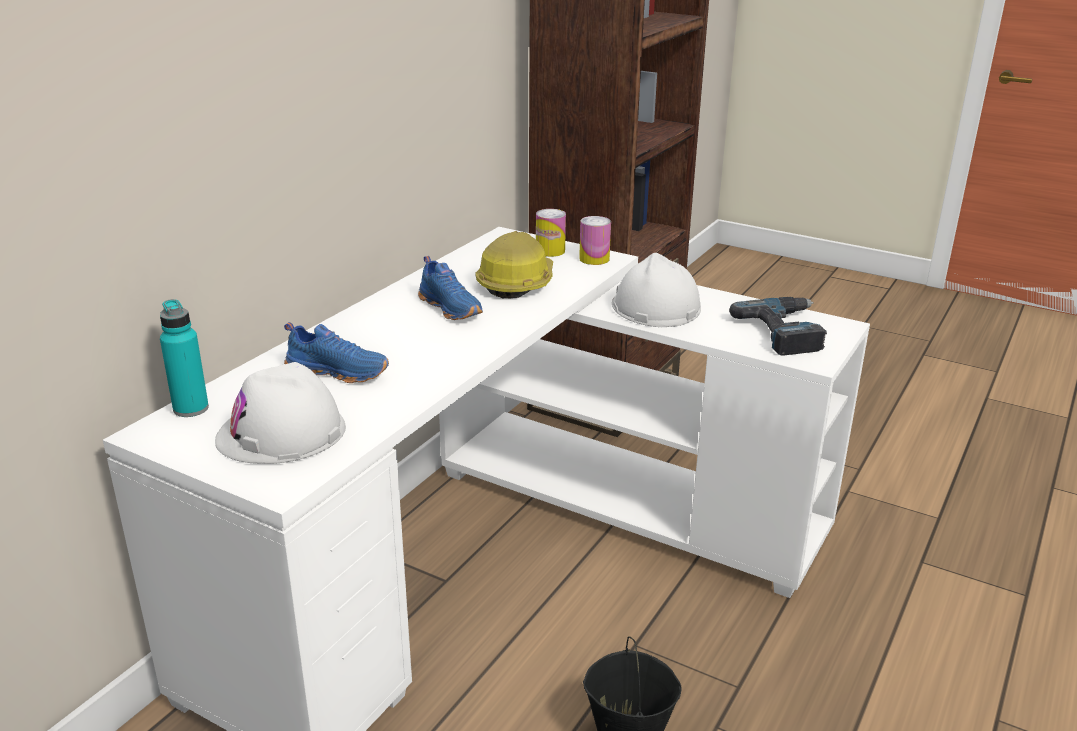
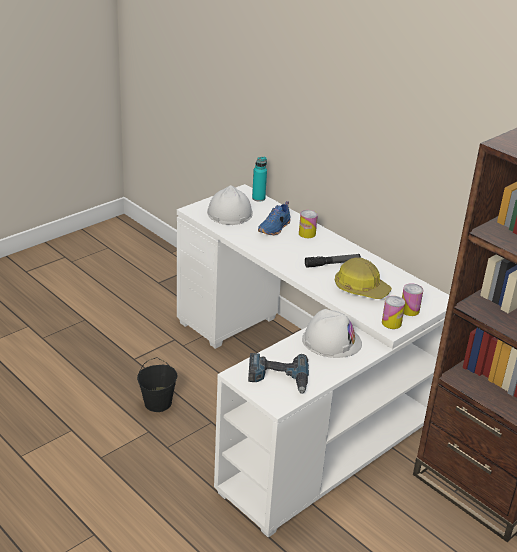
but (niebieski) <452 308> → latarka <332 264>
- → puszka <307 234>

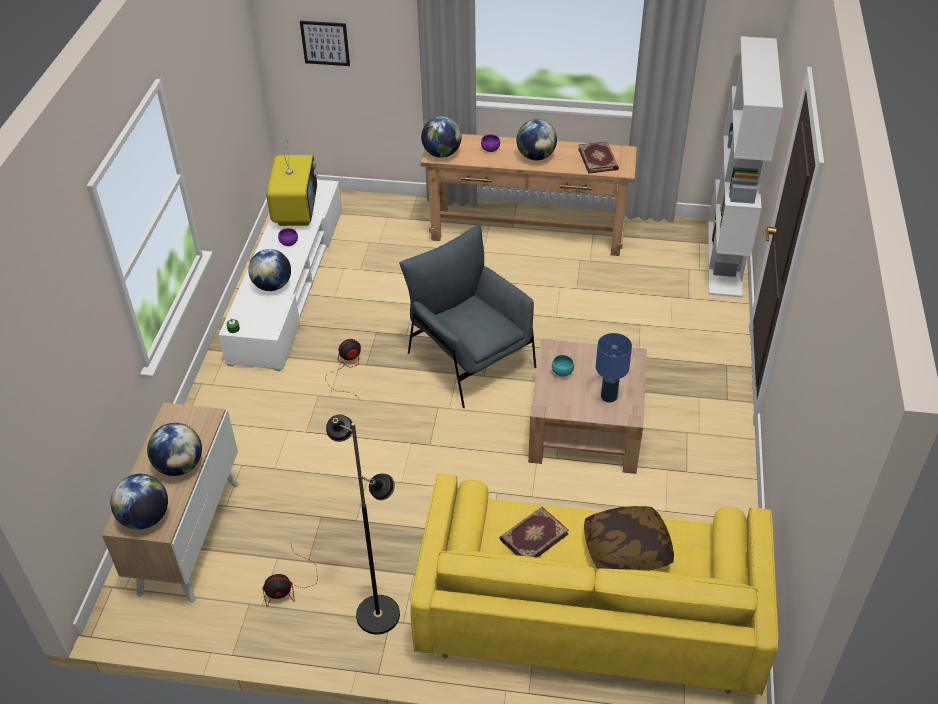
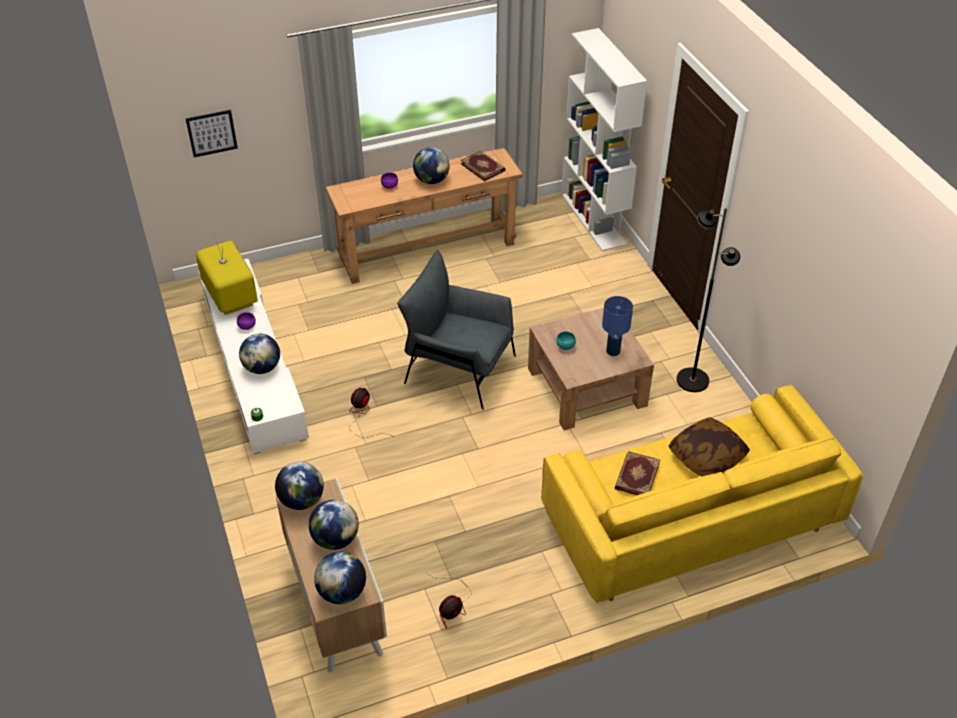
lampa stojąca (czarny) <378 614> → lampa stojąca (czarny) <692 380>, shifted
globus <442 153> → globus <302 500>, shifted

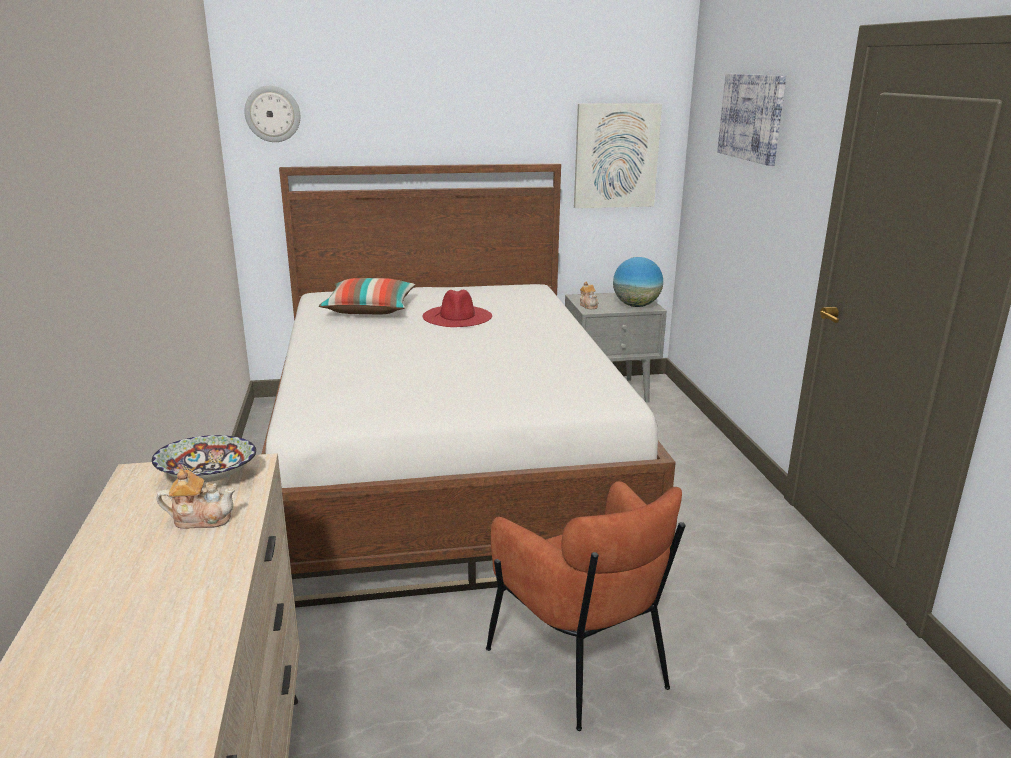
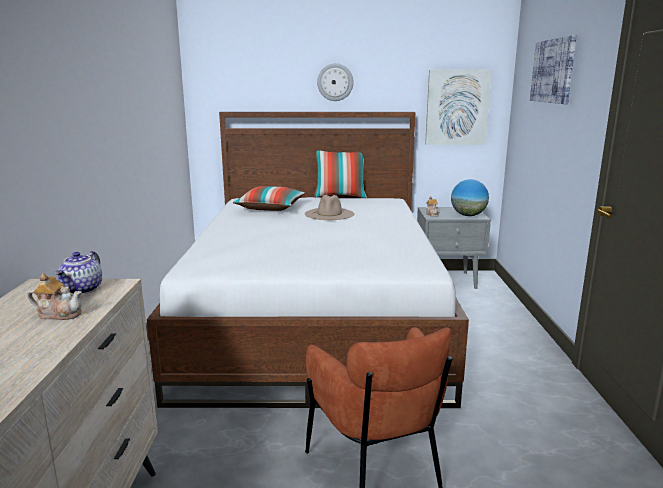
miska <208 478> → imbryk <83 290>
zegar ścienny <272 114> → zegar ścienny <335 82>, shifted
kapelusz (czerwony) <457 316> → kapelusz (beżowy) <329 214>
- → poduszka <340 196>

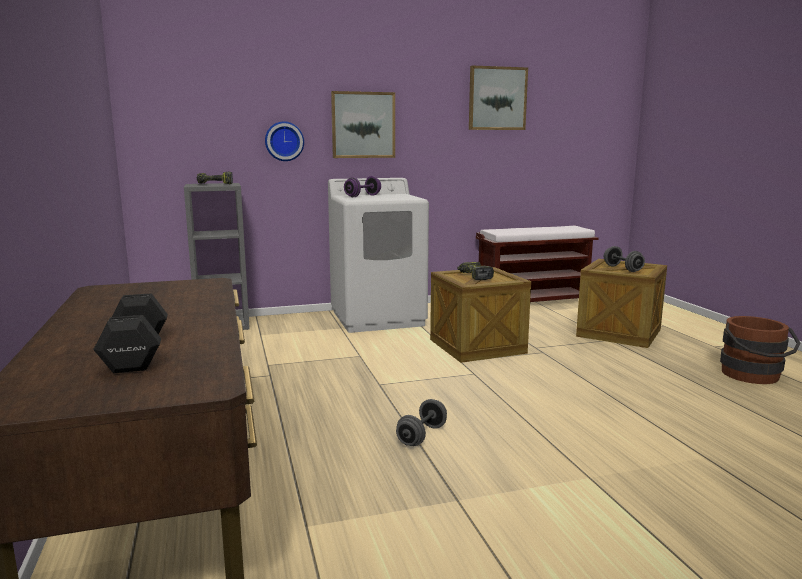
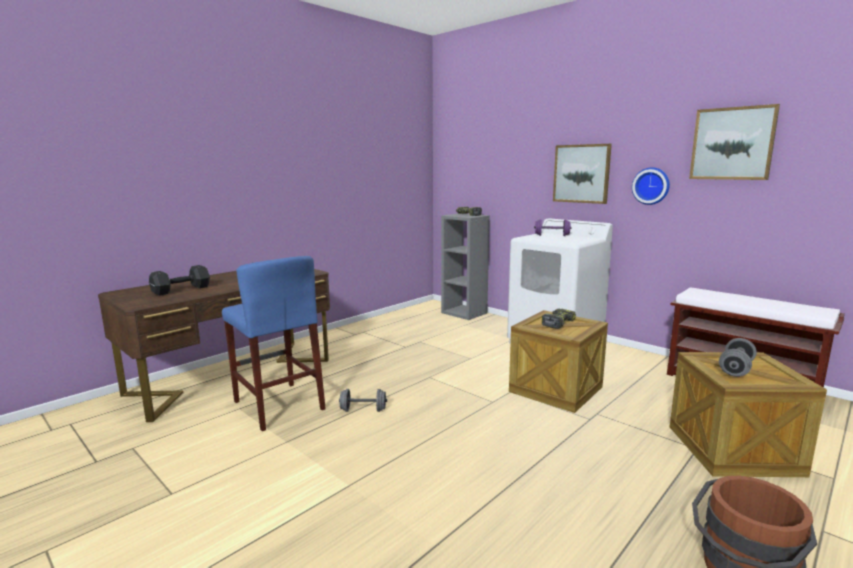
zegar ścienny <284 141> → zegar ścienny <651 186>, shifted
- → stołek (niebieski) <278 405>

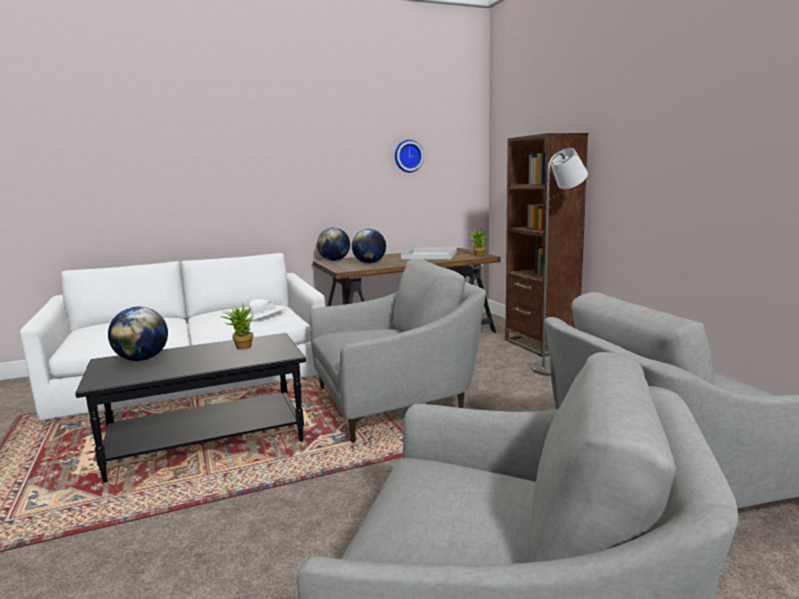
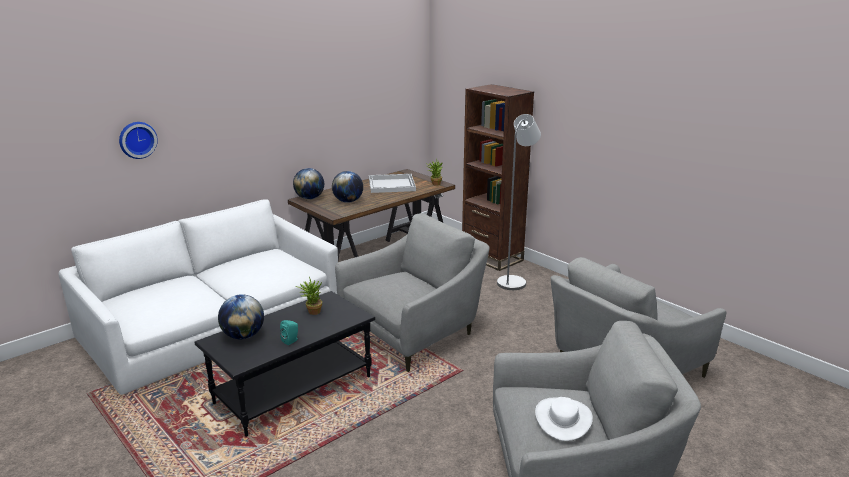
kapelusz (biały) <262 314> → kapelusz (biały) <563 419>, shifted
zegar ścienny <408 156> → zegar ścienny <137 139>, shifted
- → głośnik (turkusowy) <291 341>

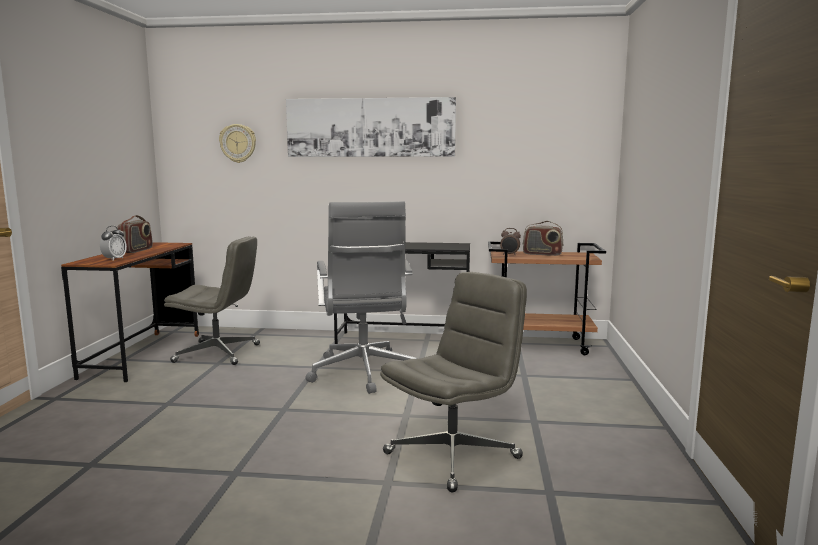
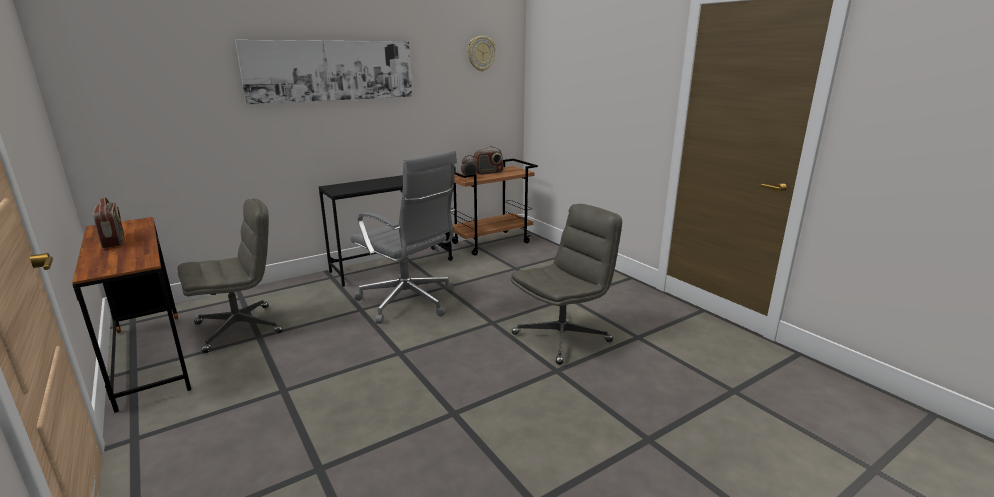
budzik <114 259> → -
zegar ścienny <238 143> → zegar ścienny <481 53>, shifted
krzesło biurowe (szary) <453 455> → krzesło biurowe (szary) <562 337>, 45 degrees clockwise

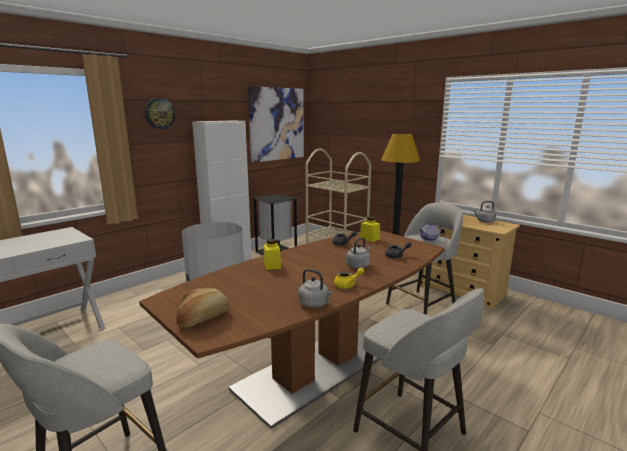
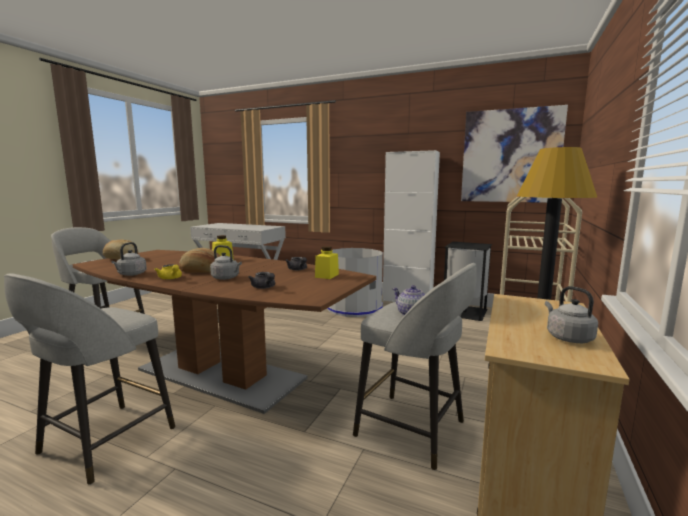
zegar ścienny <159 113> → -
- → chleb <202 271>

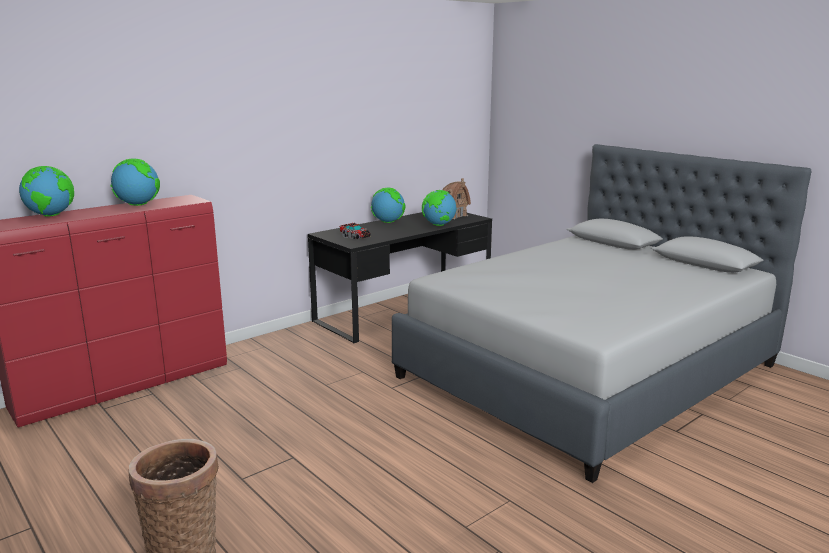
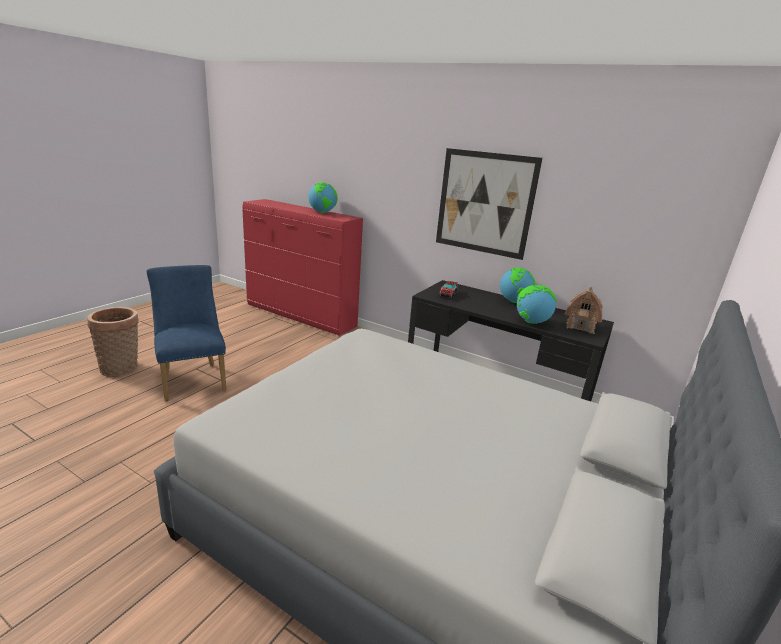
globus <51 215> → -
- → krzesło (niebieski) <193 378>
- → obraz <484 203>

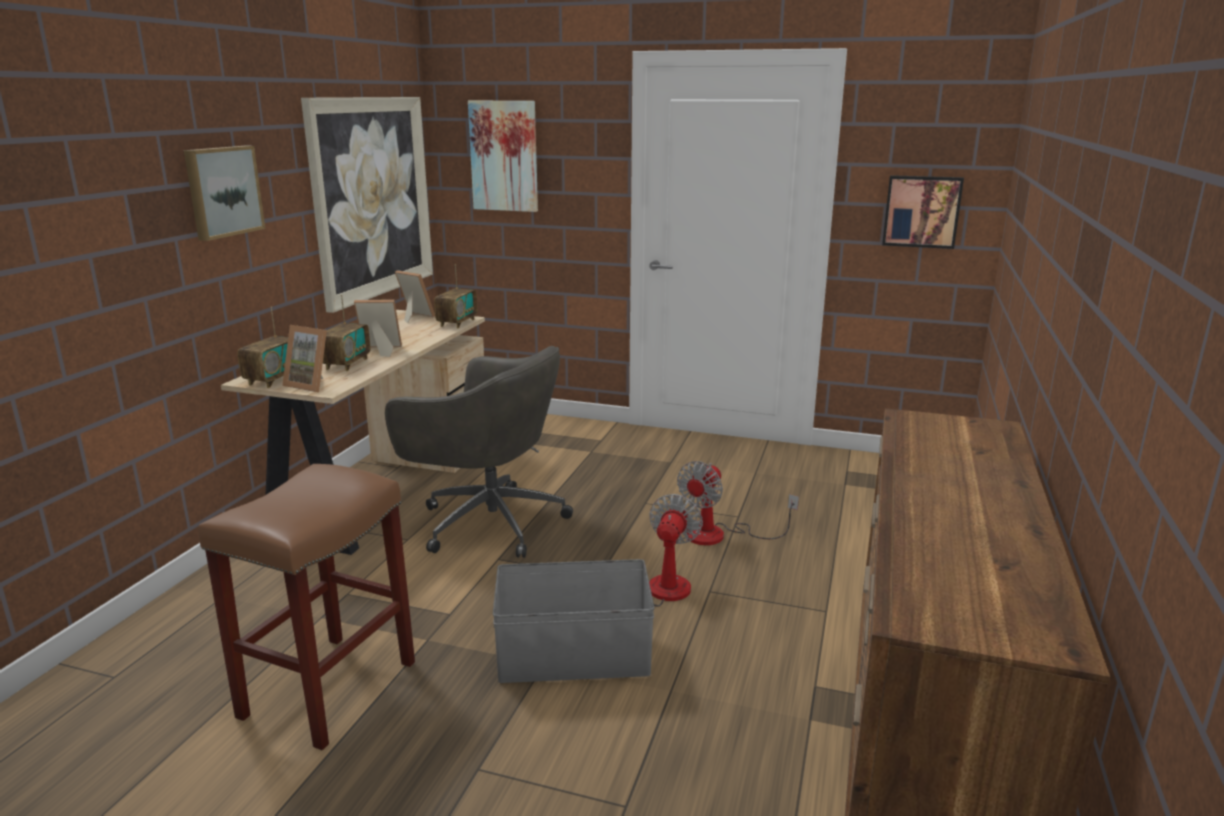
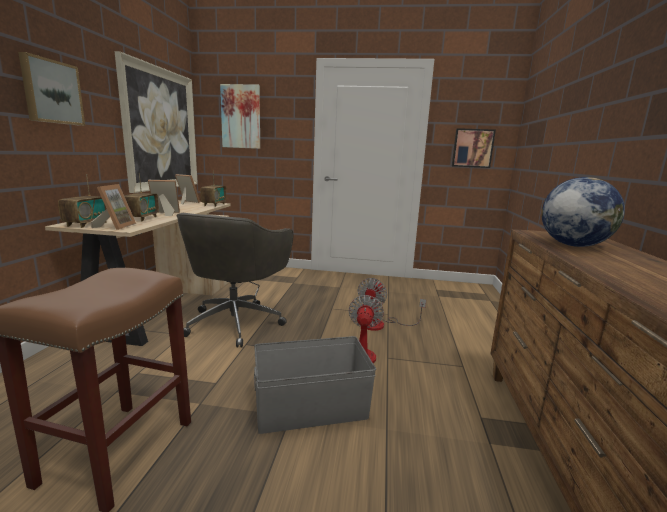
ramka na zdjęcie <312 384> → ramka na zdjęcie <115 226>, 105 degrees counterclockwise
krzesło biurowe (szary) <488 522> → krzesło biurowe (szary) <236 322>, 90 degrees clockwise
- → globus <573 245>

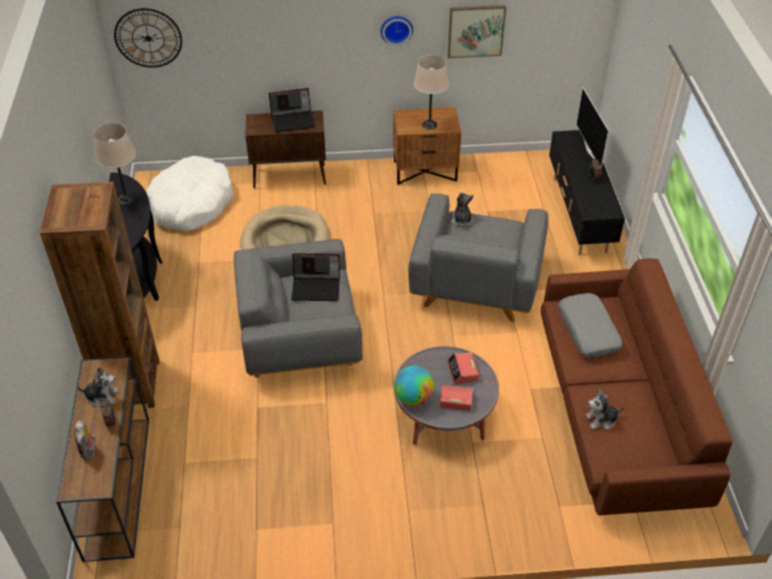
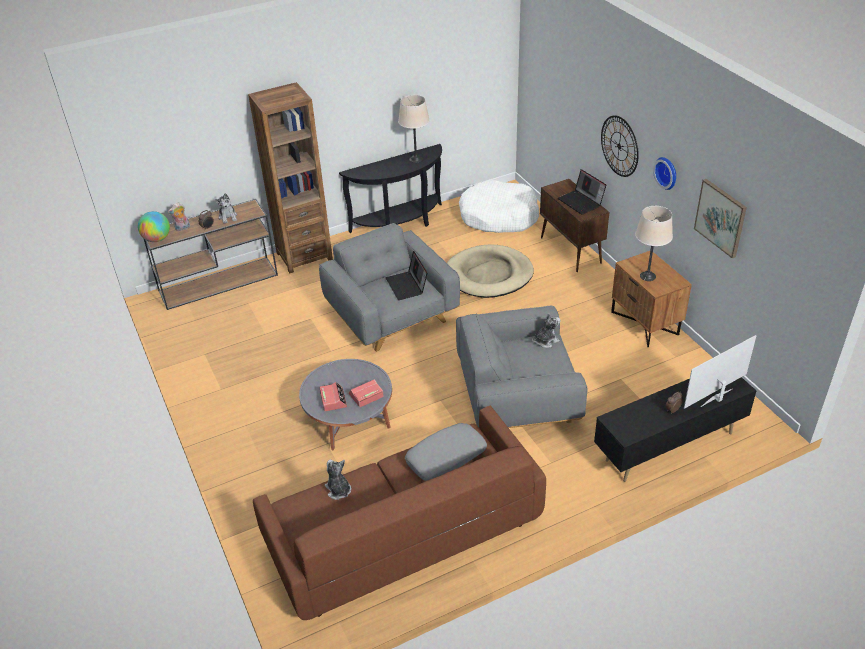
zegar ścienny <148 38> → zegar ścienny <619 146>, shifted
globus <413 398> → globus <157 239>, shifted

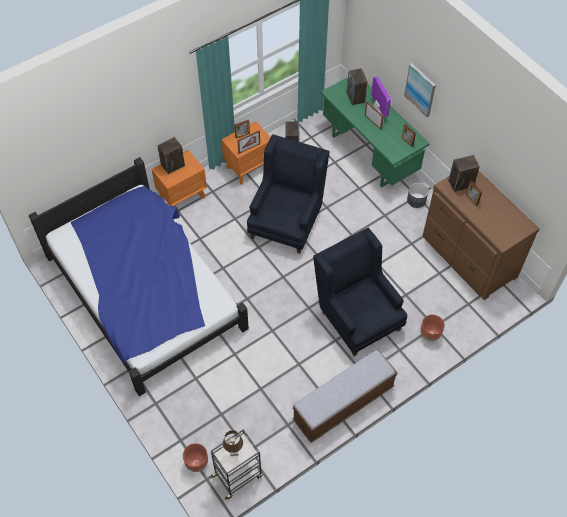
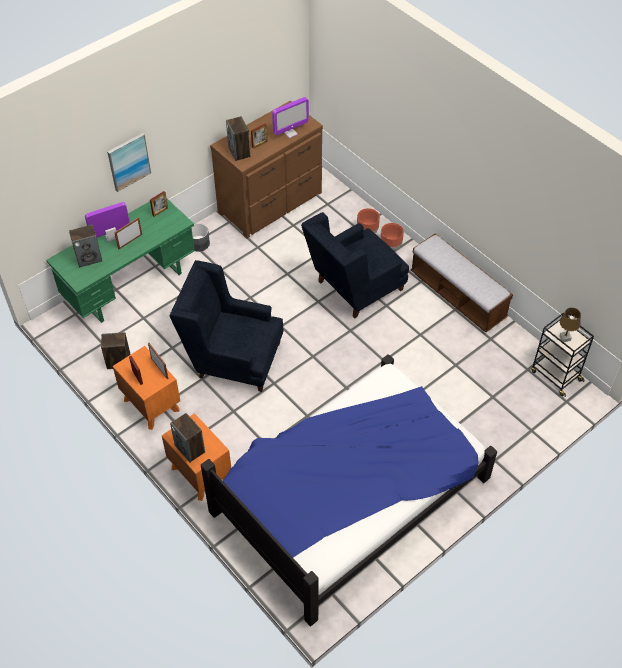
donica (brązowy) <197 463> → donica (brązowy) <391 246>, shifted
- → monitor <290 133>

